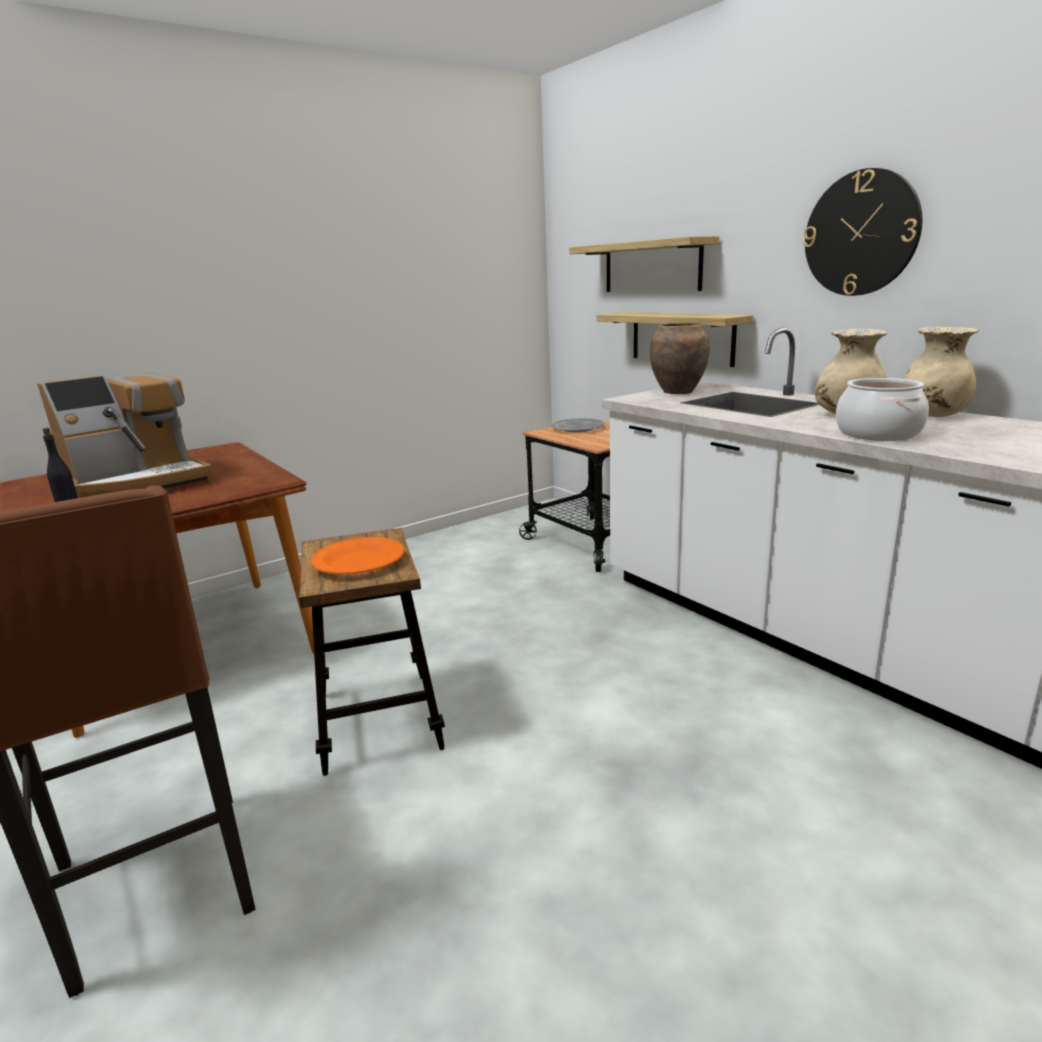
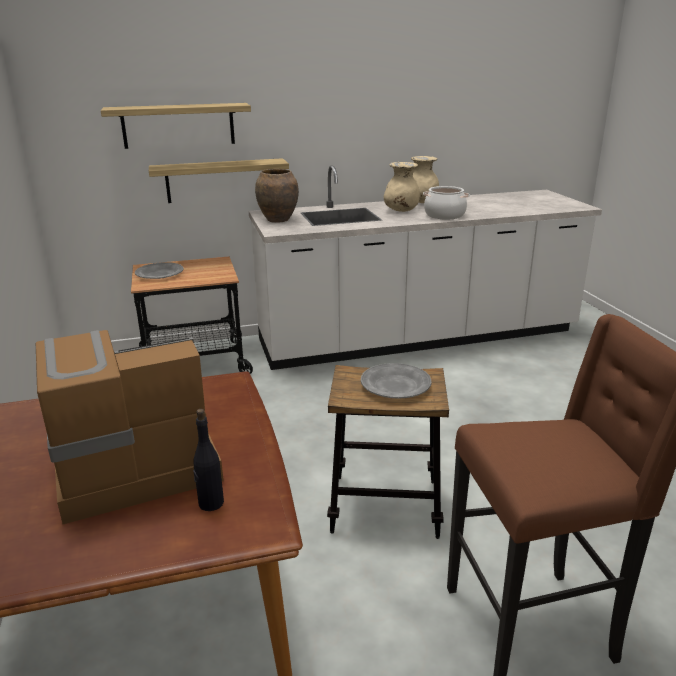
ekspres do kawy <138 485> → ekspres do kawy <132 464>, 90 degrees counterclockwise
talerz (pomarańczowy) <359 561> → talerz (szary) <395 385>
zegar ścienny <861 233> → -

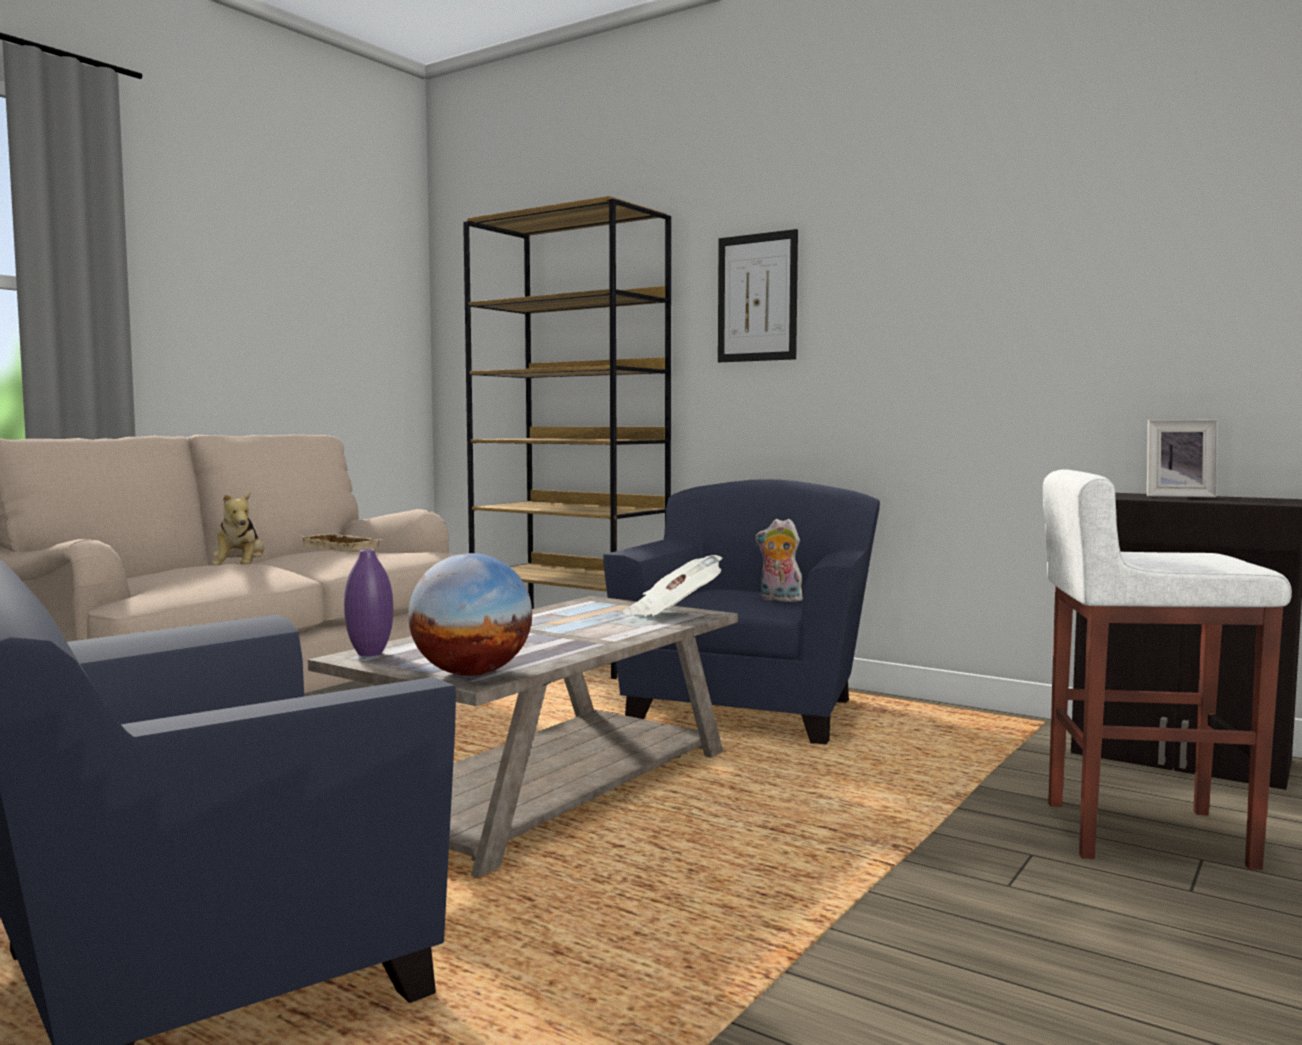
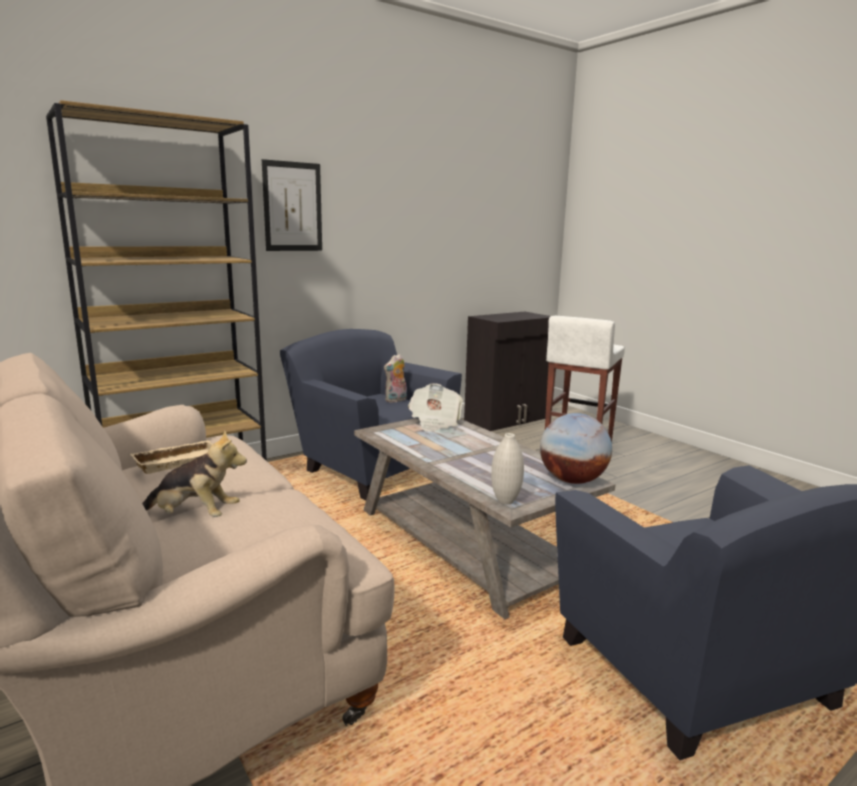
wazon (fioletowy) <370 653> → wazon (biały) <505 501>
ramka na zdjęcie <1178 496> → -

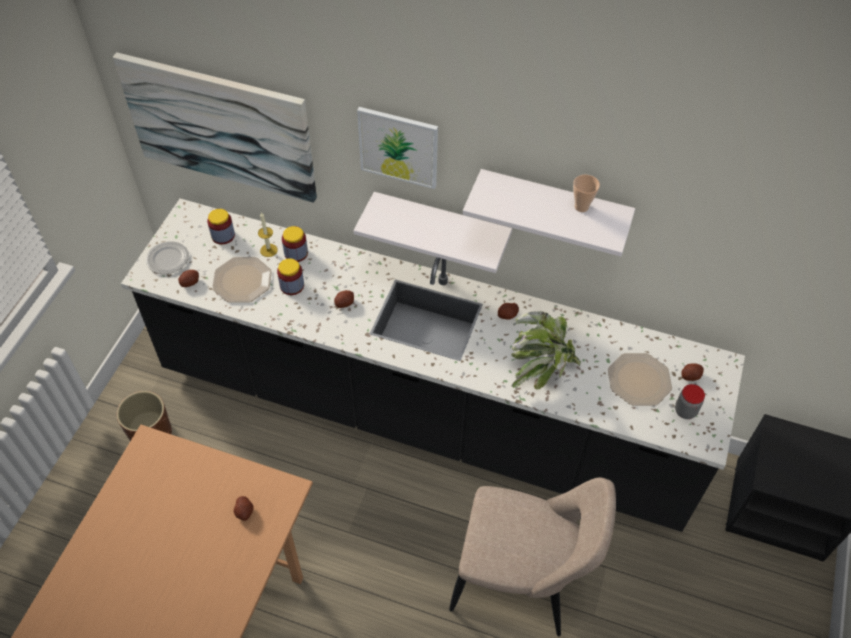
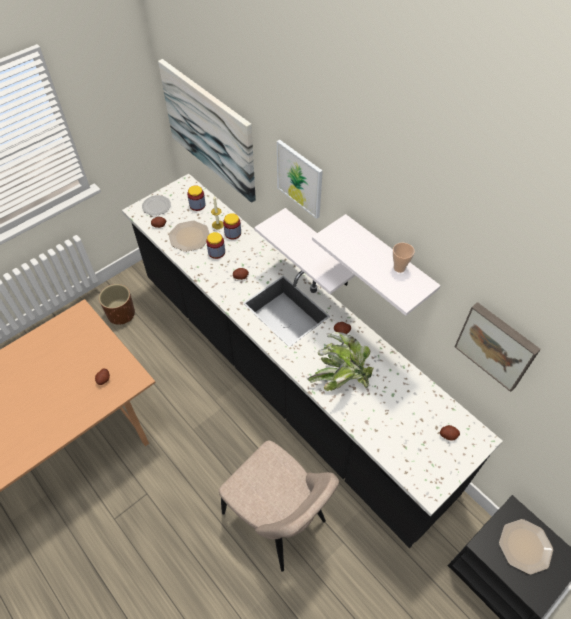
talerz <639 380> → talerz <525 547>, shifted
słoik <685 411> → -
- → obraz <497 345>

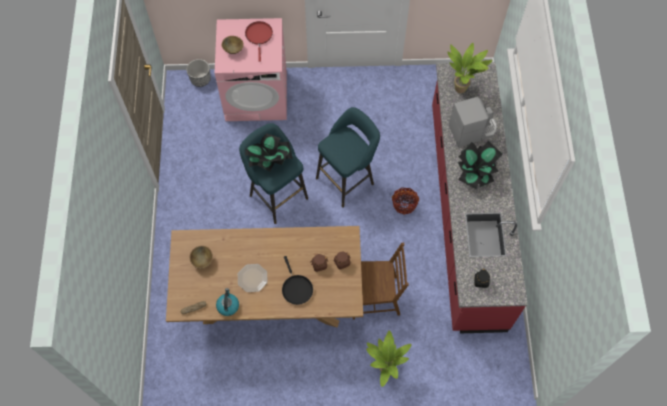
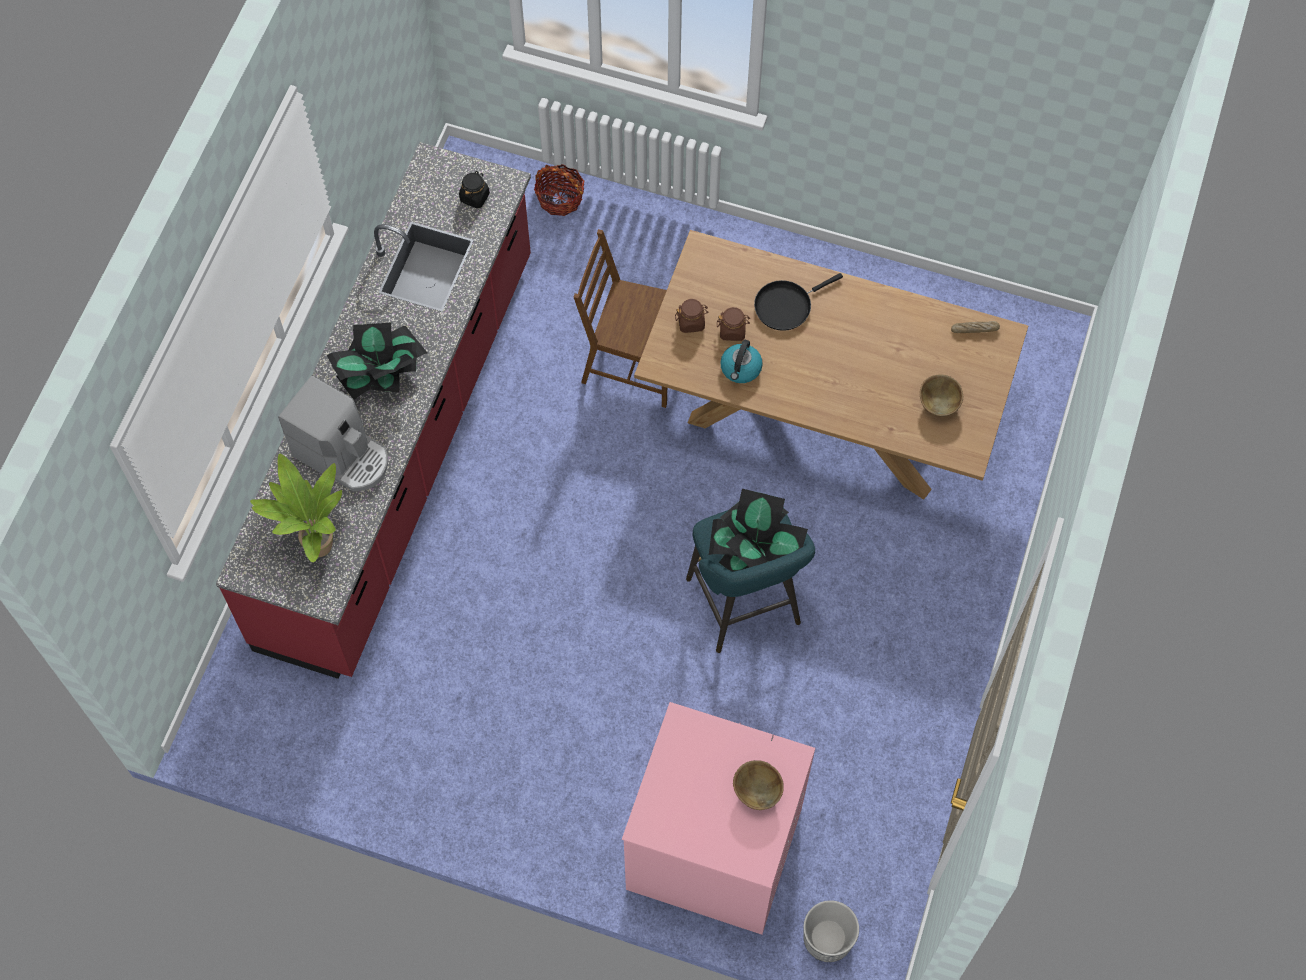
czajnik <228 305> → czajnik <741 369>, shifted
talerz <252 278> → -
patelnia (czerwony) <259 36> → -
patelnia (czarny) <296 288> → patelnia (czarny) <786 305>, 120 degrees counterclockwise
stołek (turkusowy) <347 179> → -
roślina doniczkowa <384 370> → -
koszyk <404 204> → koszyk <560 198>, shifted
ekspres do kawy <472 130> → ekspres do kawy <343 455>, 150 degrees counterclockwise

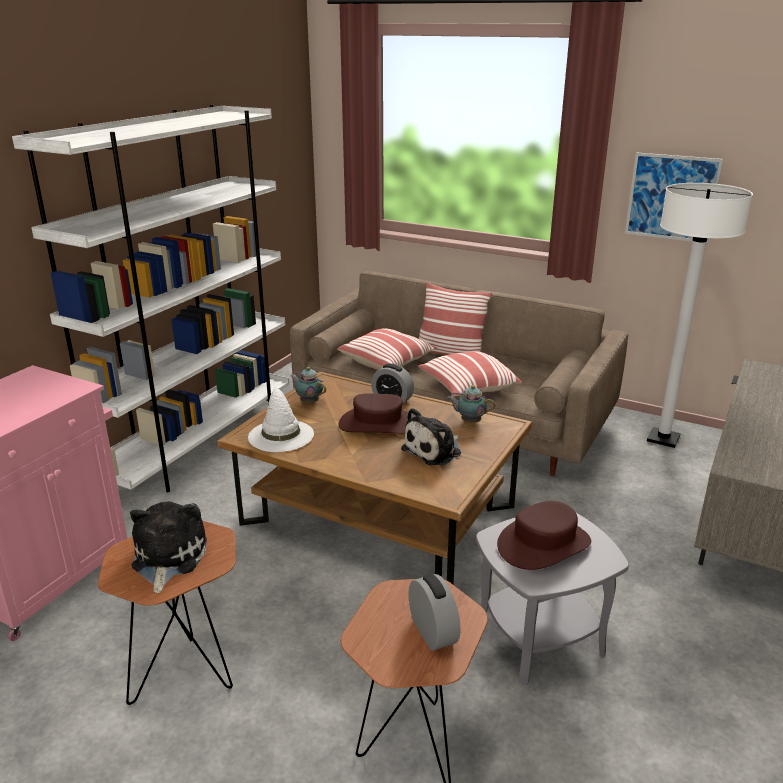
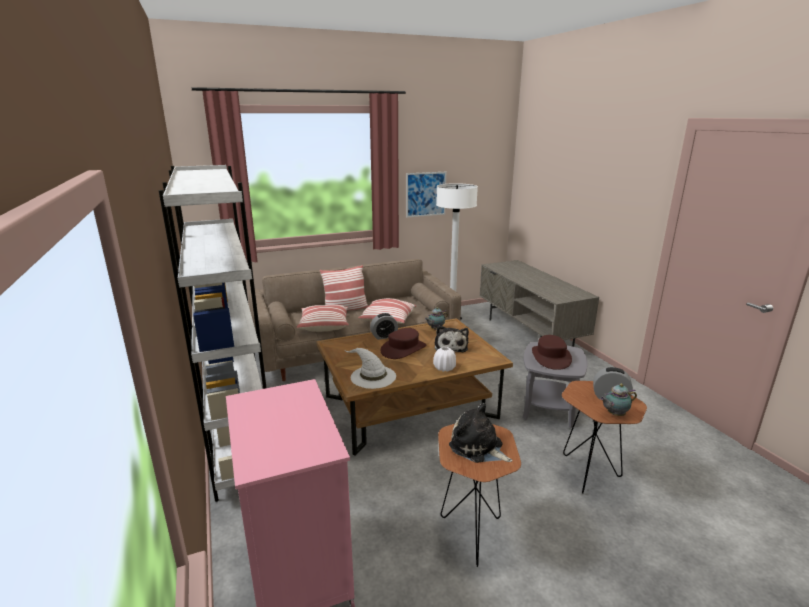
imbryk <309 402> → imbryk <614 414>, shifted
- → wazon (biały) <444 368>

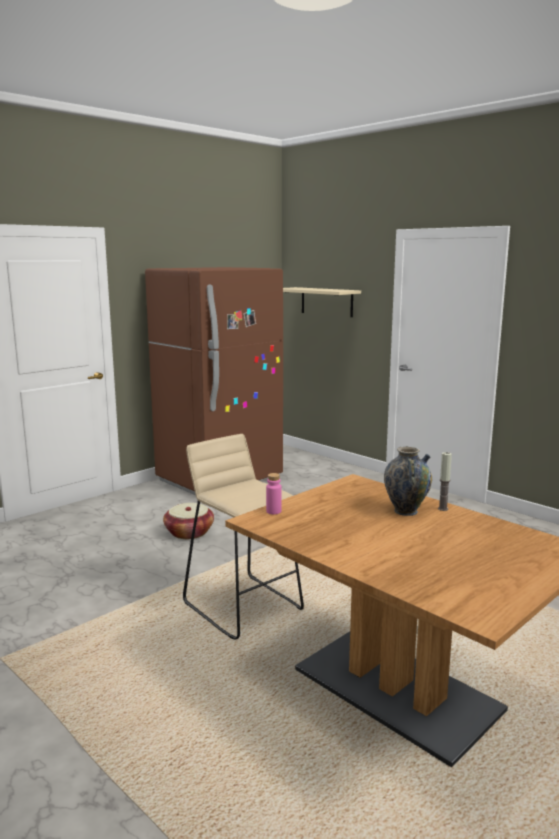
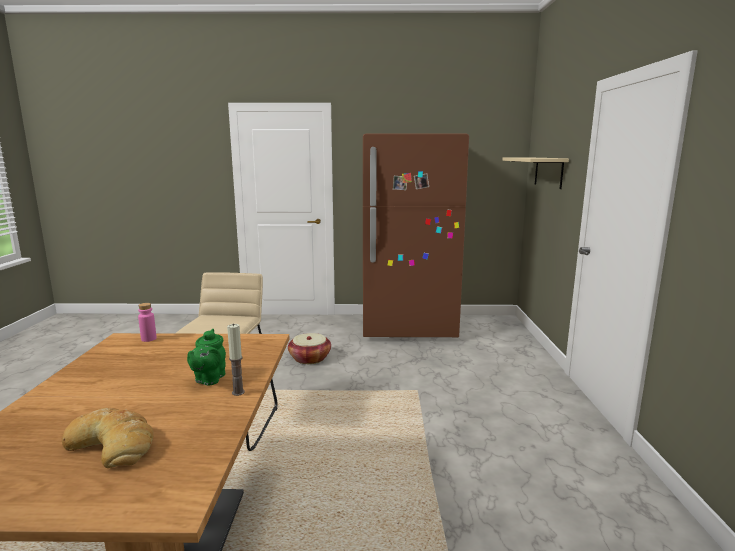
wazon <405 511> → imbryk (zielony) <209 379>
- → chleb <113 443>

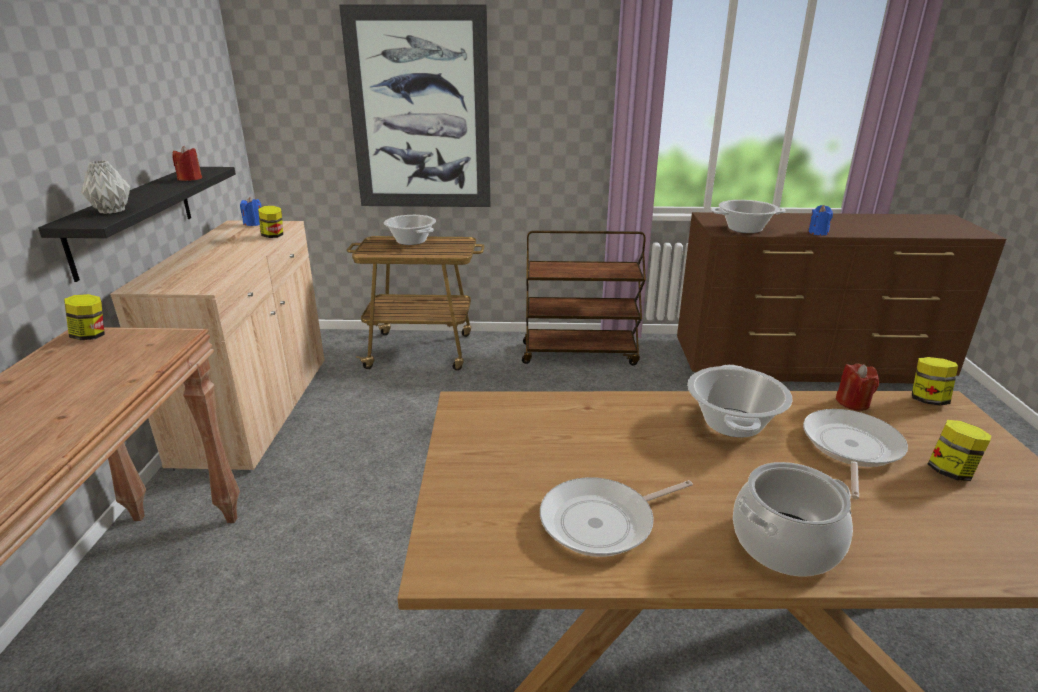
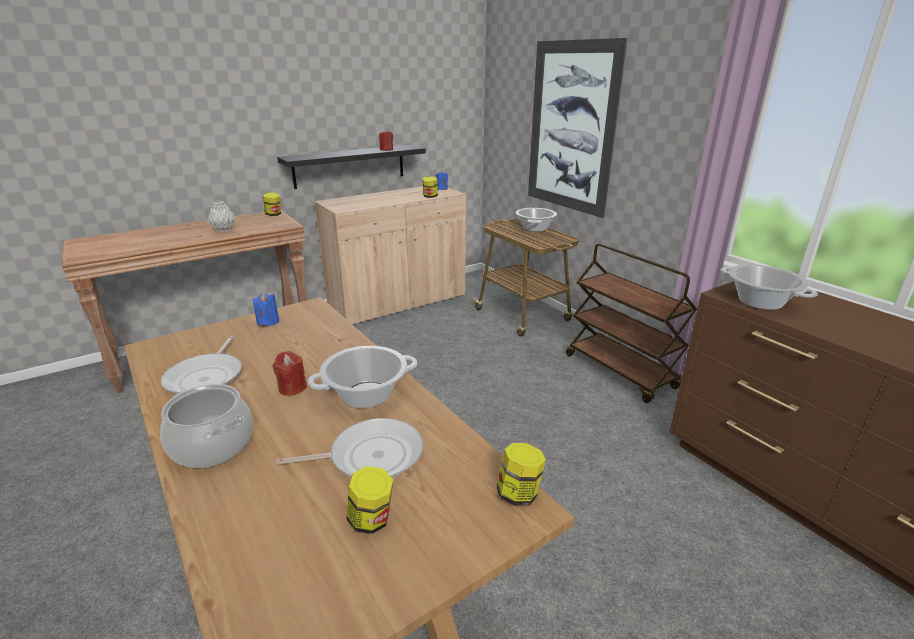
wazon (szary) <112 211> → wazon (szary) <224 230>, shifted
patelnia <603 522> → patelnia <207 377>, 120 degrees counterclockwise
świeca (niebieski) <818 233> → świeca (niebieski) <268 322>, shifted
świeca (czerwony) <853 402> → świeca (czerwony) <292 388>, shifted

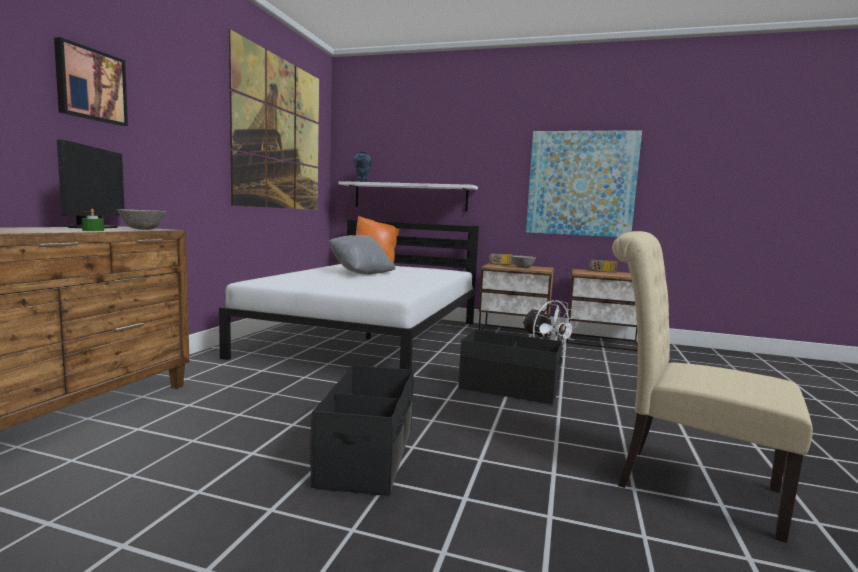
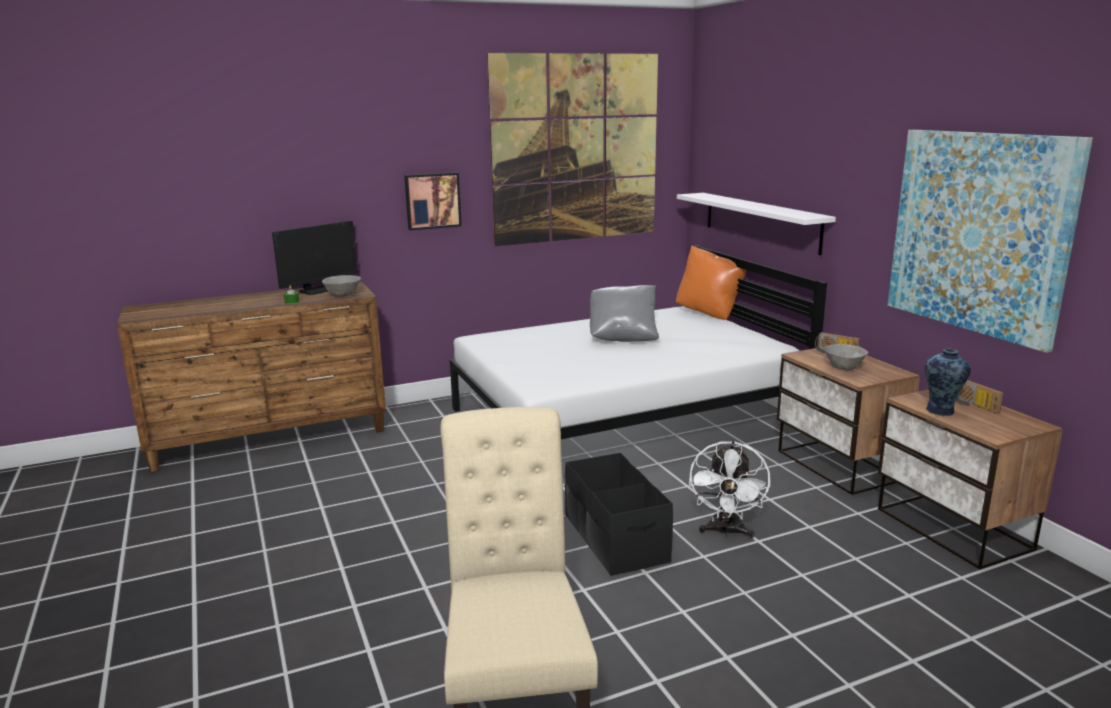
obraz <90 85> → obraz <432 200>, shifted
pojemnik do przechowywania (czarny) <368 455> → -
wazon <362 182> → wazon <941 411>, shifted

